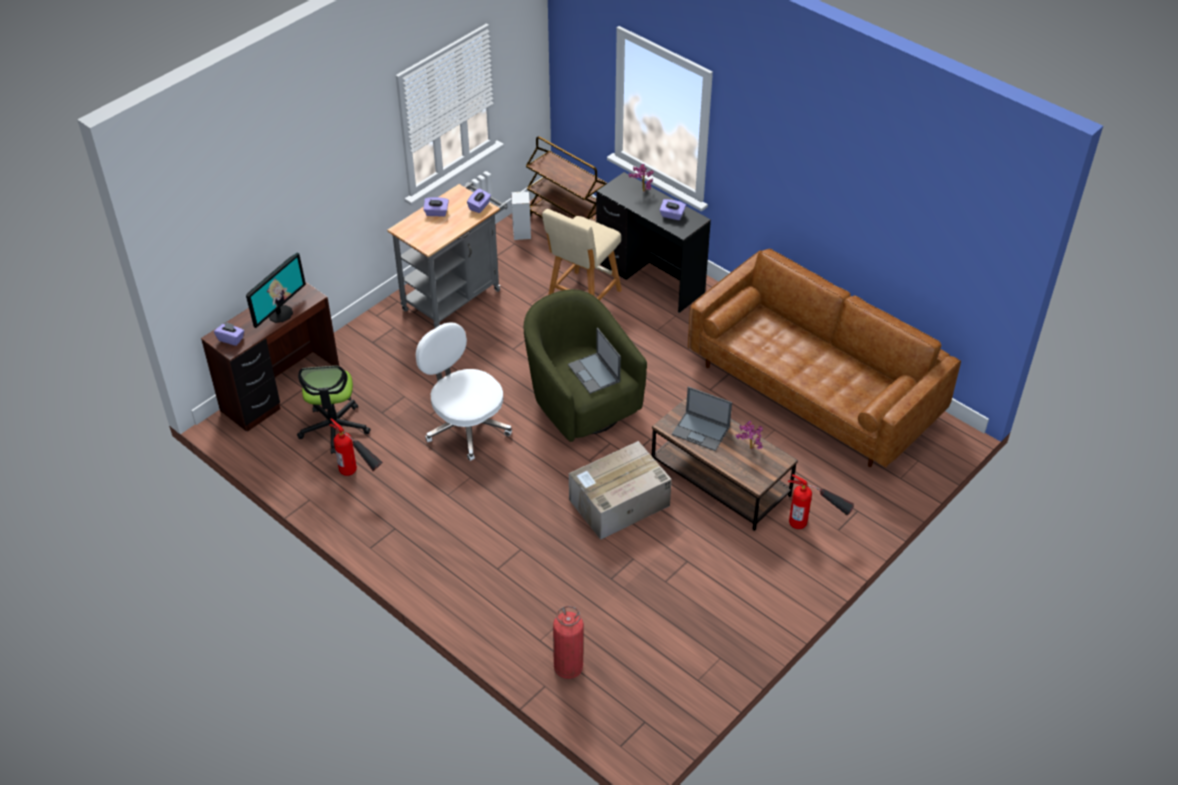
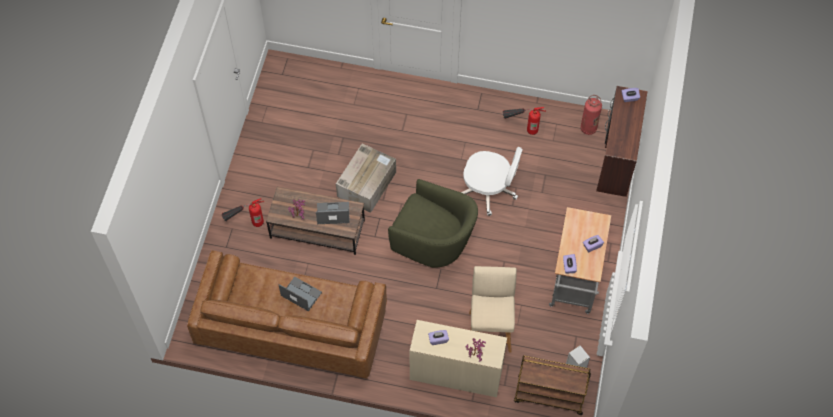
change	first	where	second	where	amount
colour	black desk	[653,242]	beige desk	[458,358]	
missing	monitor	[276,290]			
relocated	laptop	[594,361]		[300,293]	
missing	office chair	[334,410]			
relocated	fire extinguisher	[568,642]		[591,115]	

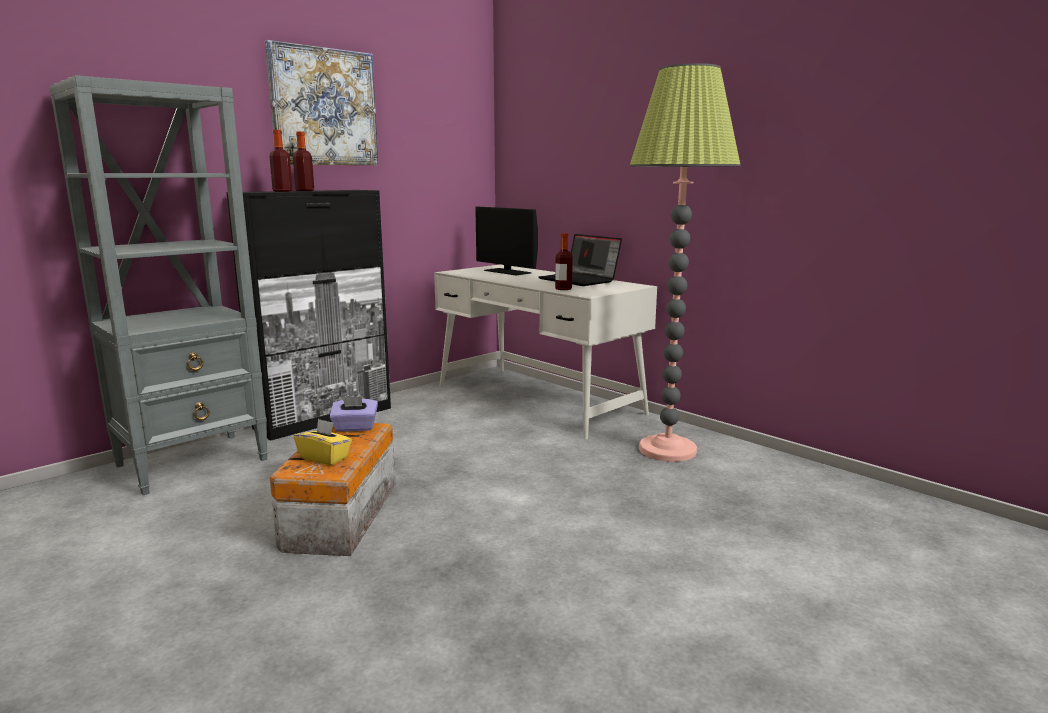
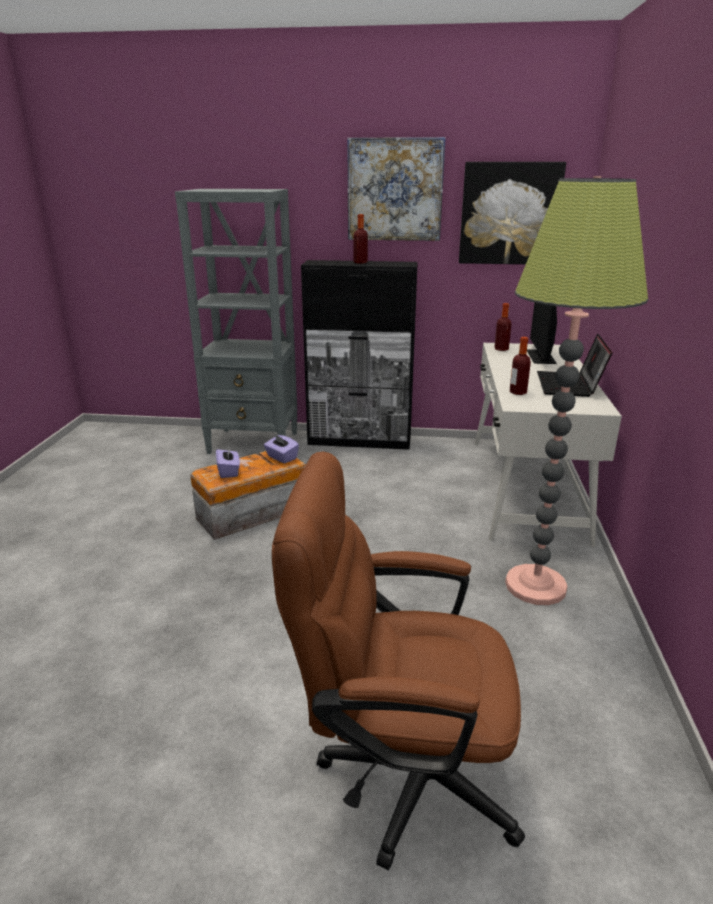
change	first	where	second	where	amount
relocated	bottle	[281,161]		[502,327]	
colour	yellow tissue box	[323,442]	purple tissue box	[228,463]	
appeared			picture	[512,213]	
appeared			brown office chair	[398,661]	

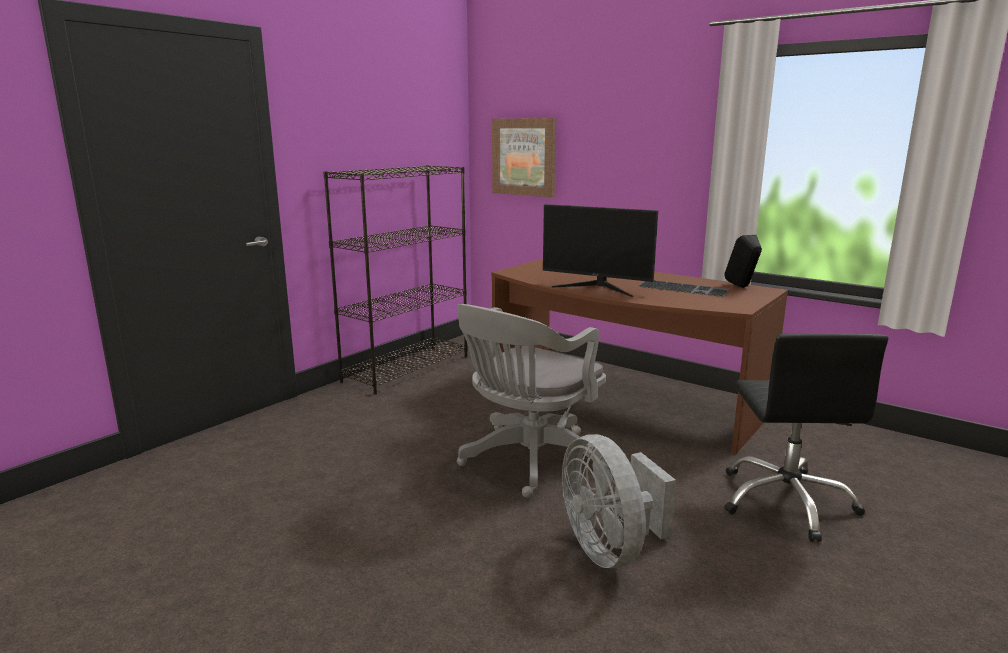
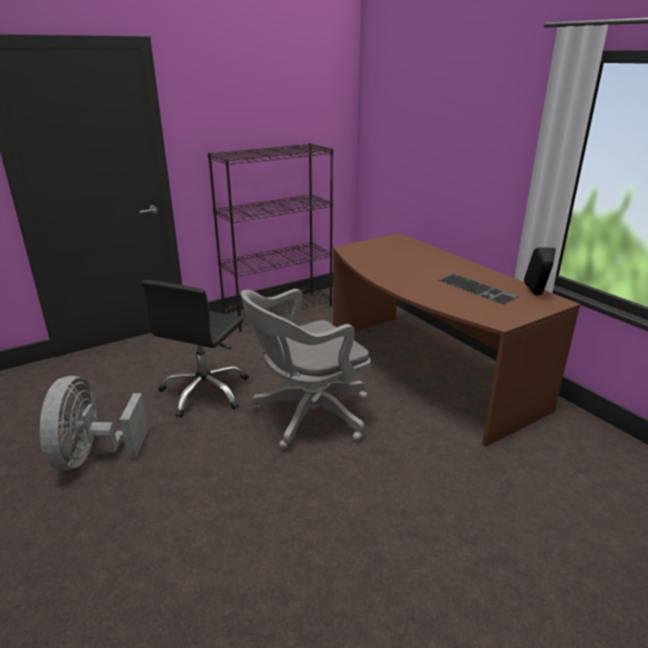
change	first	where	second	where	amount
missing	picture	[524,157]			
missing	monitor	[600,250]			
relocated	black office chair	[806,437]		[195,349]	
relocated	grey fan	[619,501]		[94,423]	

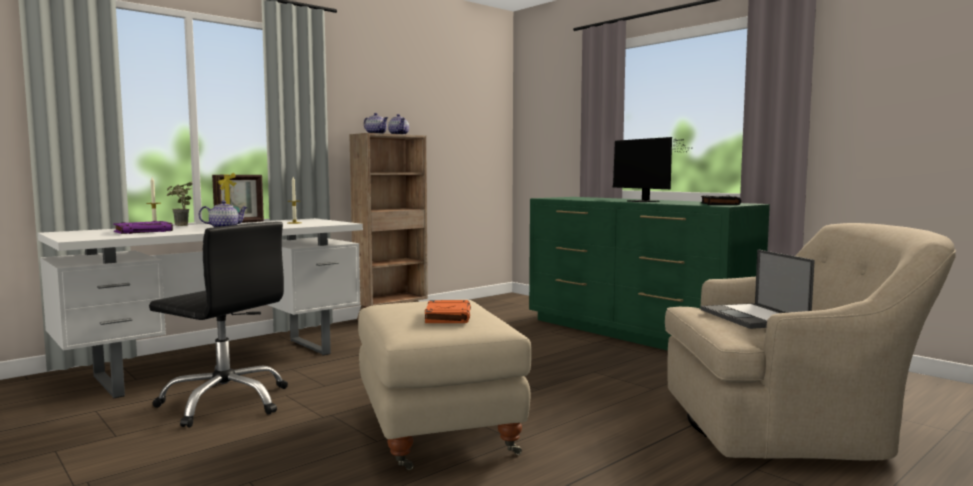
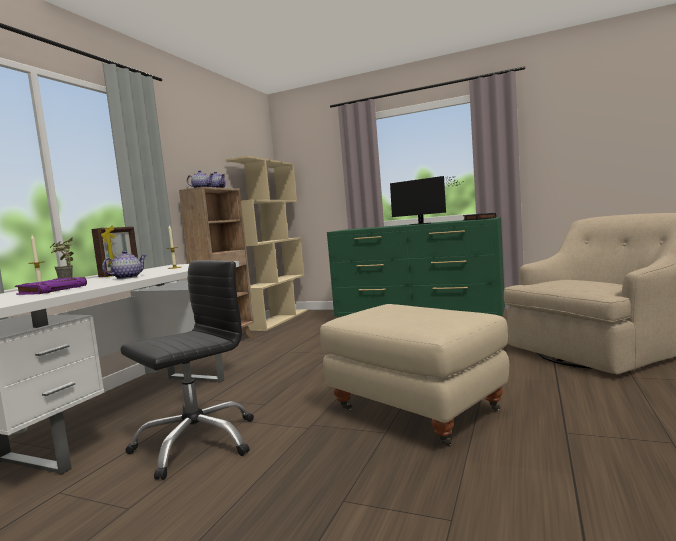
change	first	where	second	where	amount
spun	black office chair	[218,325]		[187,370]	45 degrees counterclockwise
missing	laptop	[758,289]			
missing	orange book	[448,311]			
appeared			beige bookcase	[266,243]	

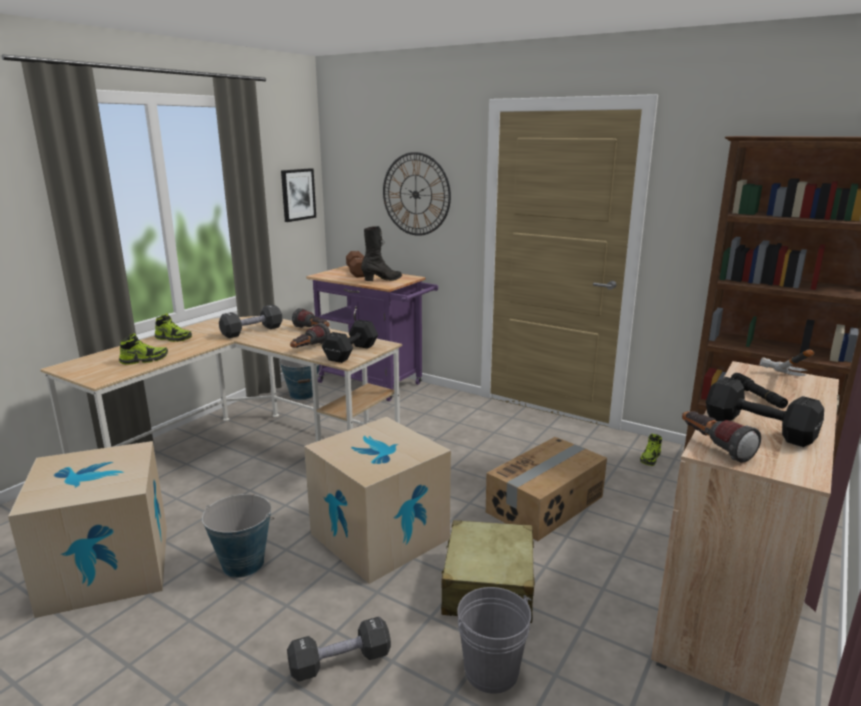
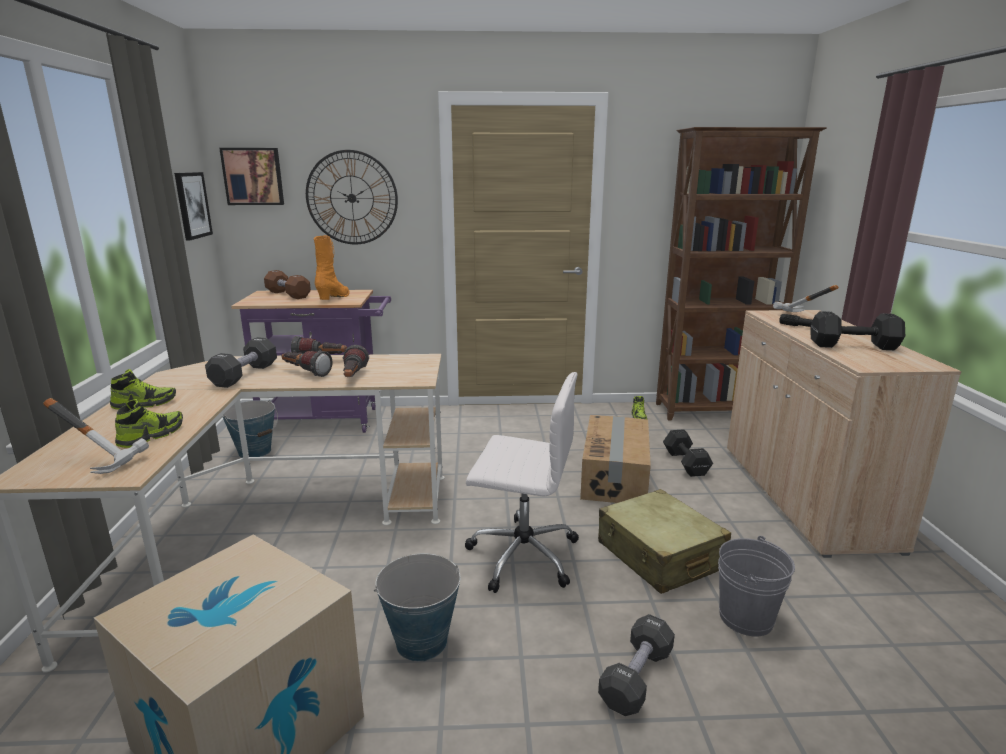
change	first	where	second	where	amount
colour	black boot	[381,253]	orange boot	[332,267]	
relocated	black dumbbell	[350,341]		[688,453]	
relocated	flashlight	[721,437]		[307,364]	
exchanged	cardboard box	[377,500]	white office chair	[522,482]	
appeared			picture	[251,176]	
appeared			hammer	[96,436]	

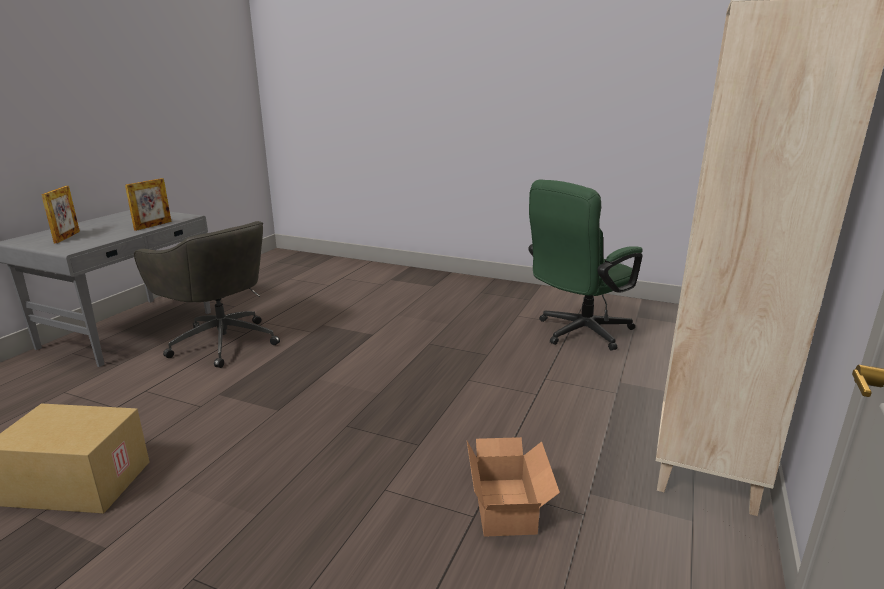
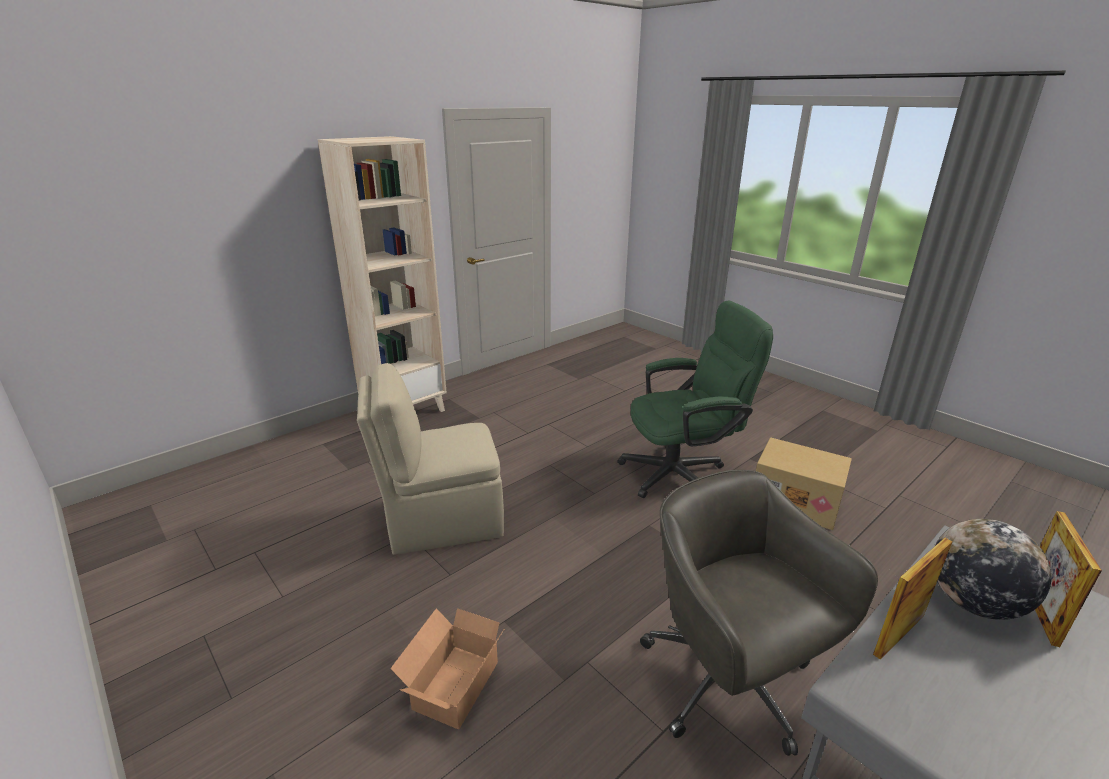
change	first	where	second	where	amount
relocated	green office chair	[585,265]		[695,399]	
relocated	cardboard box	[513,487]		[447,668]	
appeared			beige chair	[430,459]	
appeared			globe	[993,569]	

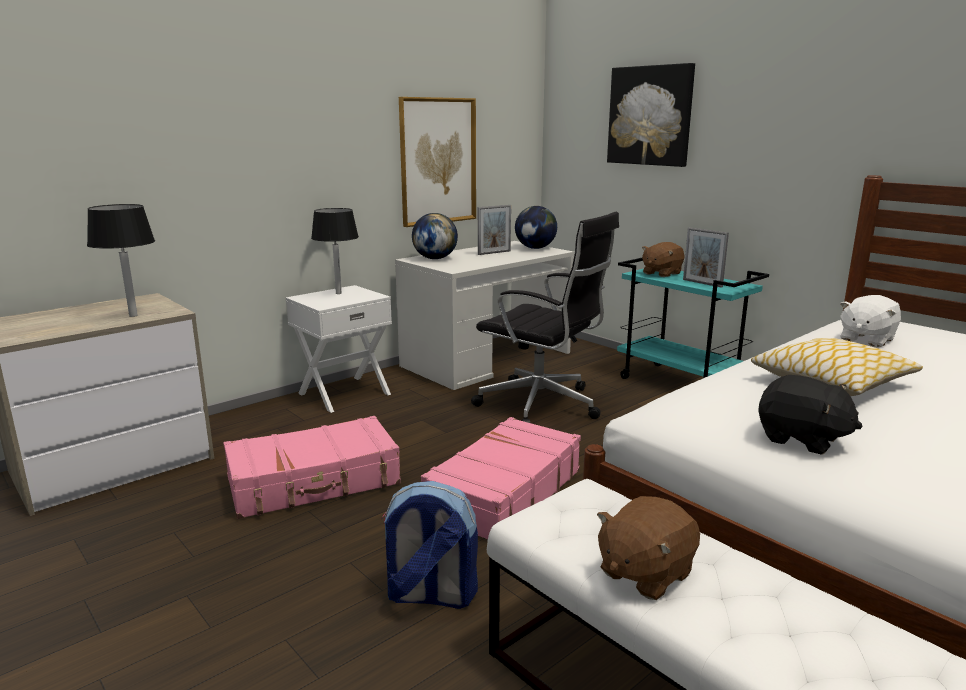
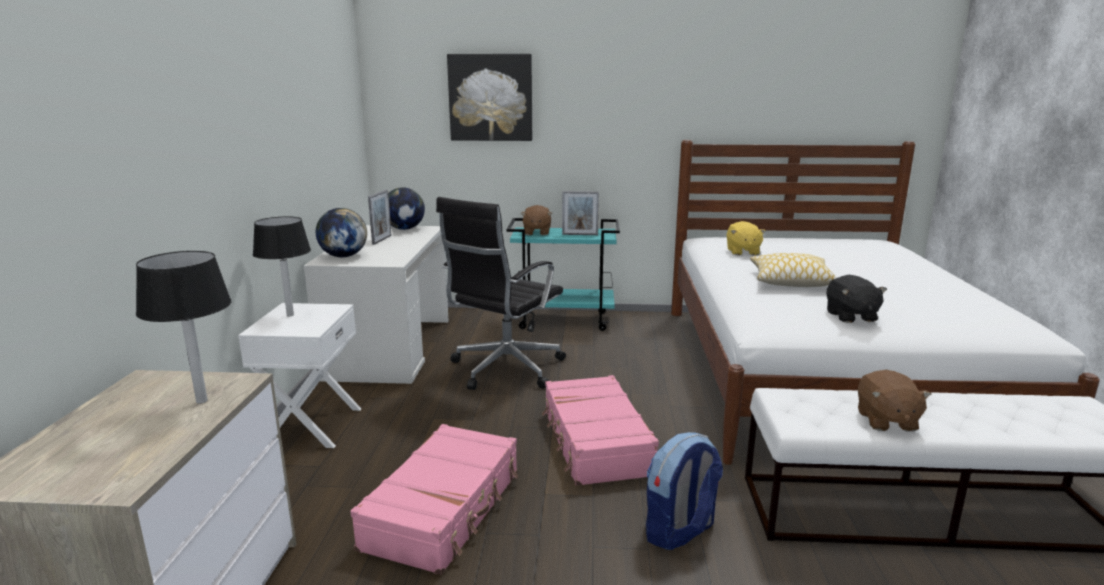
change	first	where	second	where	amount
missing	picture	[437,162]			
spun	black office chair	[545,317]		[501,293]	135 degrees clockwise
colour	white plush toy	[870,321]	yellow plush toy	[746,238]	
spun	black plush toy	[810,414]		[856,299]	90 degrees clockwise

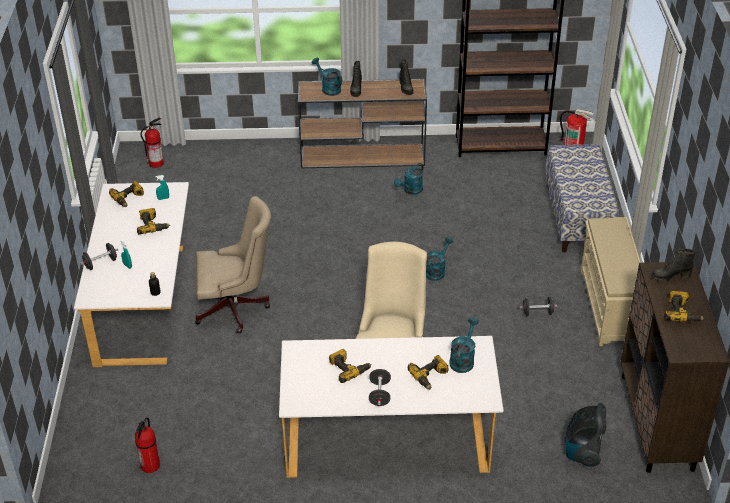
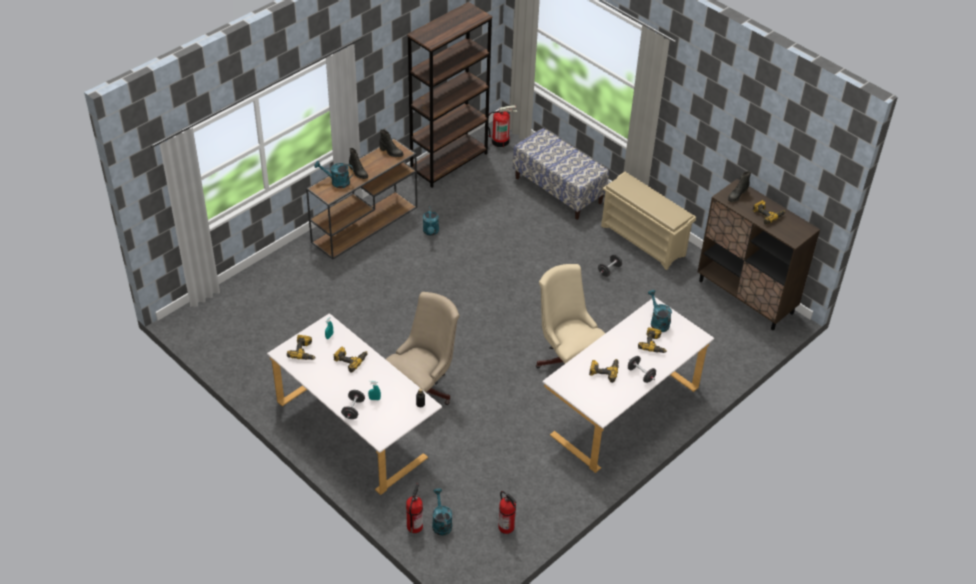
change	first	where	second	where	amount
relocated	fire extinguisher	[152,143]		[414,508]	
relocated	turquoise watering can	[439,259]		[442,512]	
missing	vacuum cleaner	[586,435]			

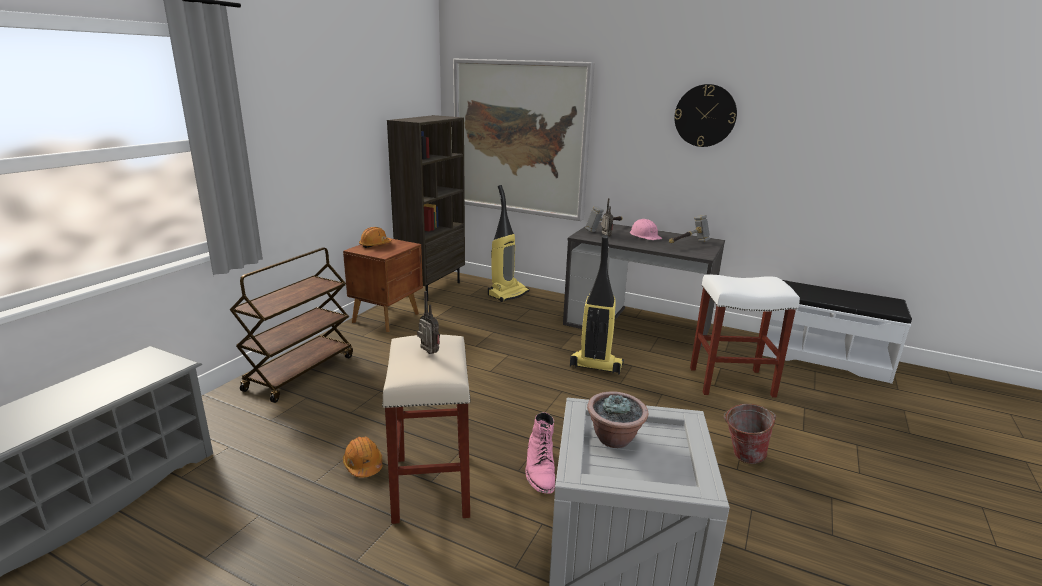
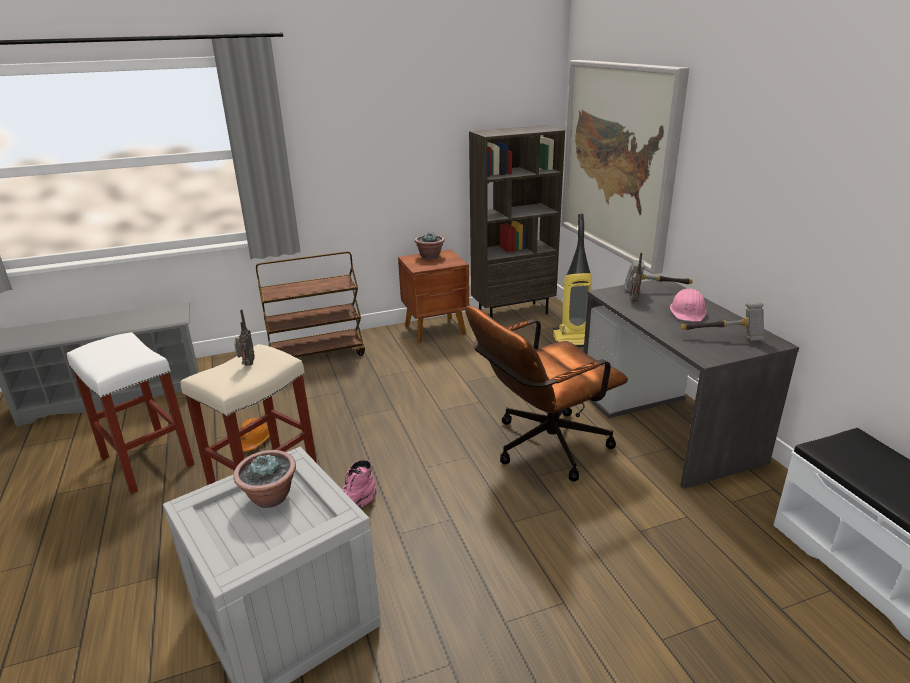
change	first	where	second	where	amount
missing	wall clock	[705,115]			
exchanged	orange hard hat	[375,237]	potted plant	[429,246]	
exchanged	vacuum cleaner	[597,304]	brown office chair	[546,393]	
relocated	white stool	[745,336]		[130,413]	
missing	bucket	[750,434]			

